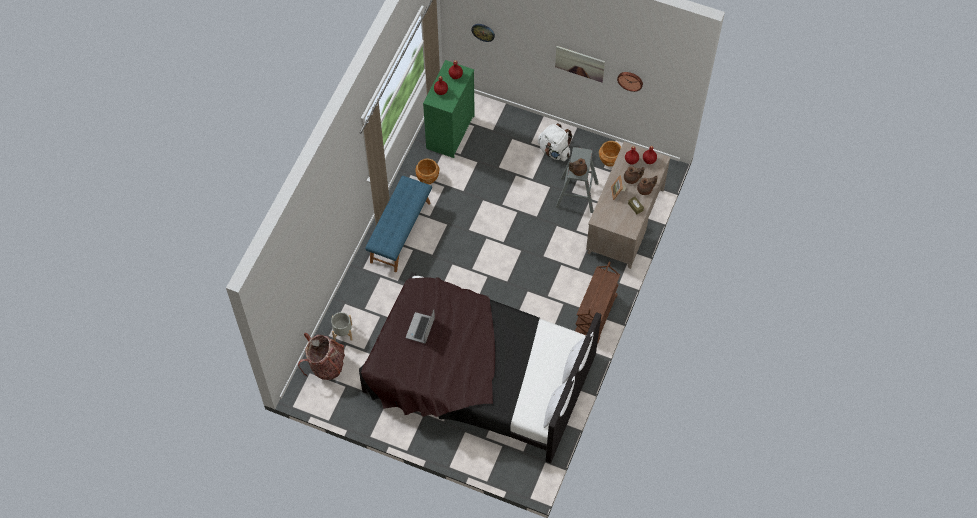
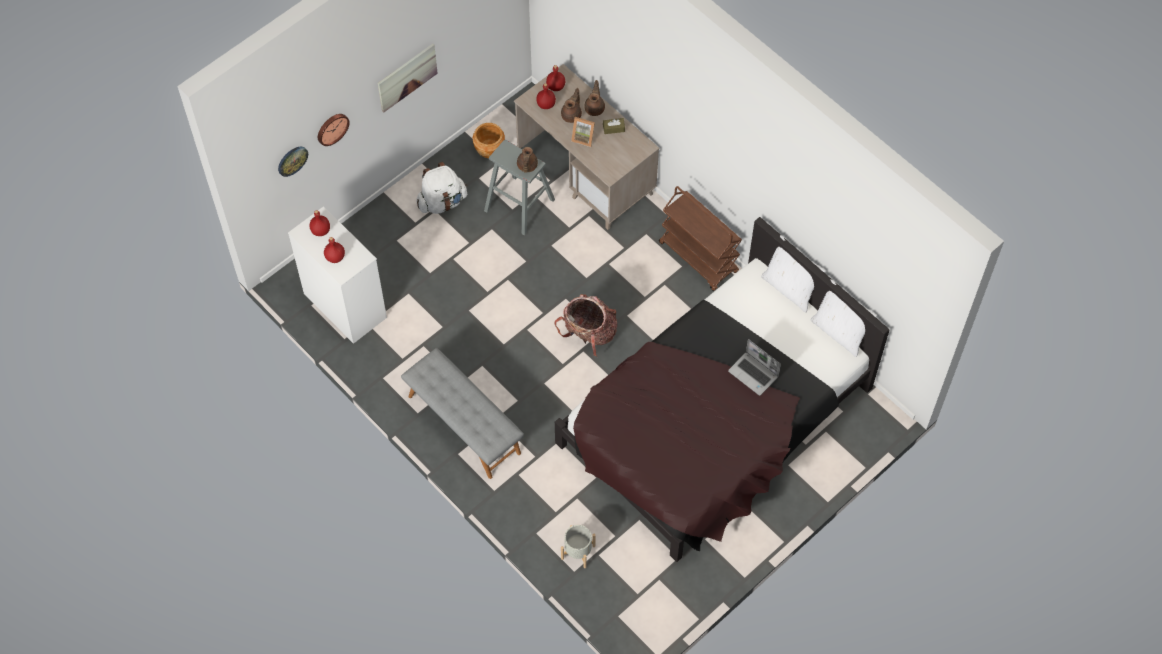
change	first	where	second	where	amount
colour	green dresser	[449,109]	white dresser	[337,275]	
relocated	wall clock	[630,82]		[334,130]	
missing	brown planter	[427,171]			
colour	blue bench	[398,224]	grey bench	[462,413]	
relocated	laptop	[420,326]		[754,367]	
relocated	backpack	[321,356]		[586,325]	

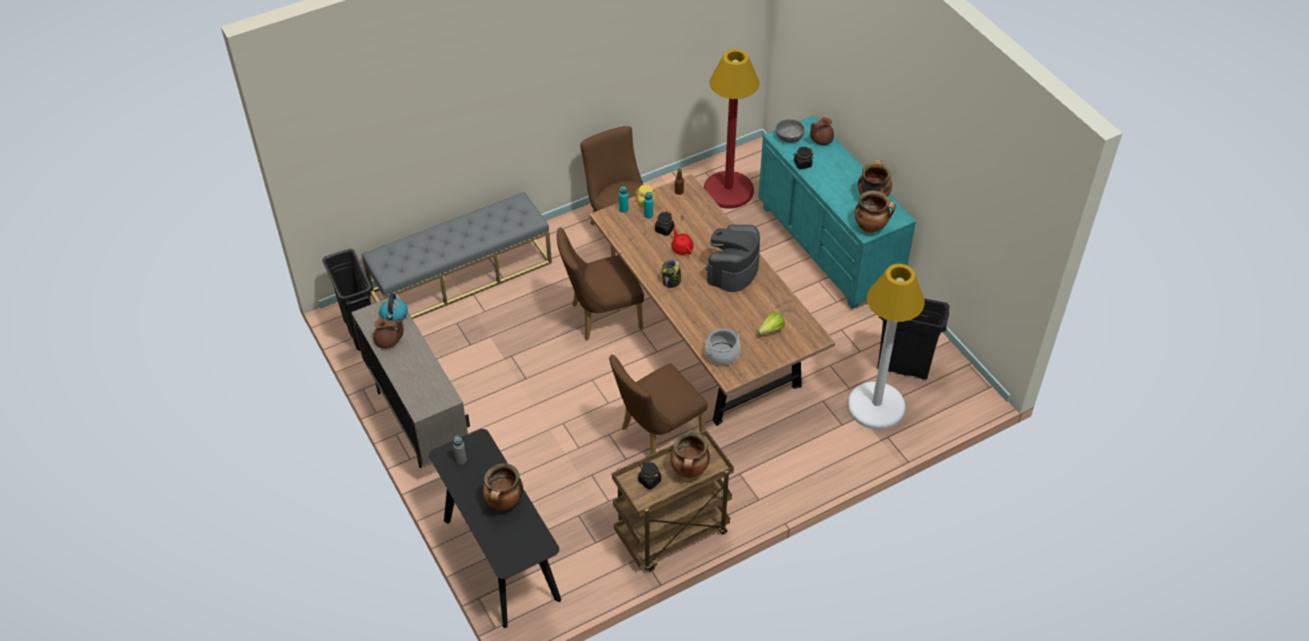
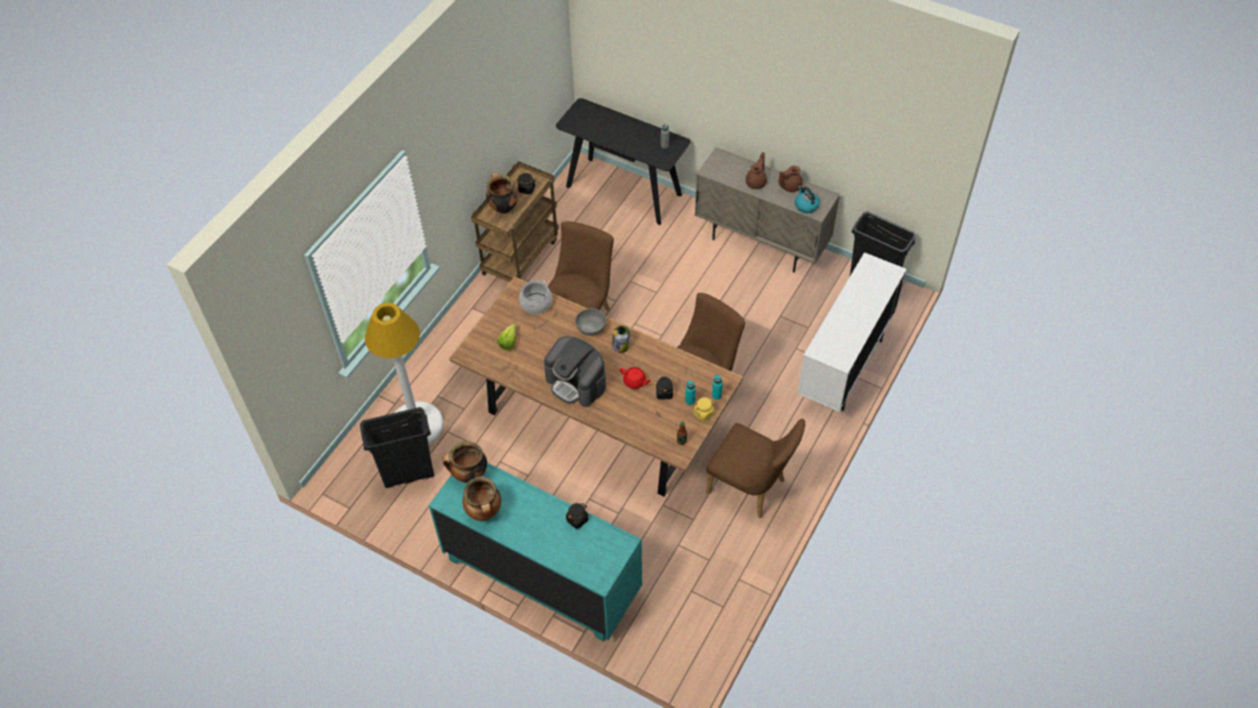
change	first	where	second	where	amount
missing	red floor lamp	[731,129]			
relocated	brown teapot	[822,131]		[756,170]	
relocated	grey bowl	[790,131]		[590,322]	
exchanged	grey bench	[457,255]	white cabinet	[852,332]	
spun	coffee machine	[733,258]		[575,371]	135 degrees clockwise
missing	cooking pot	[502,486]			

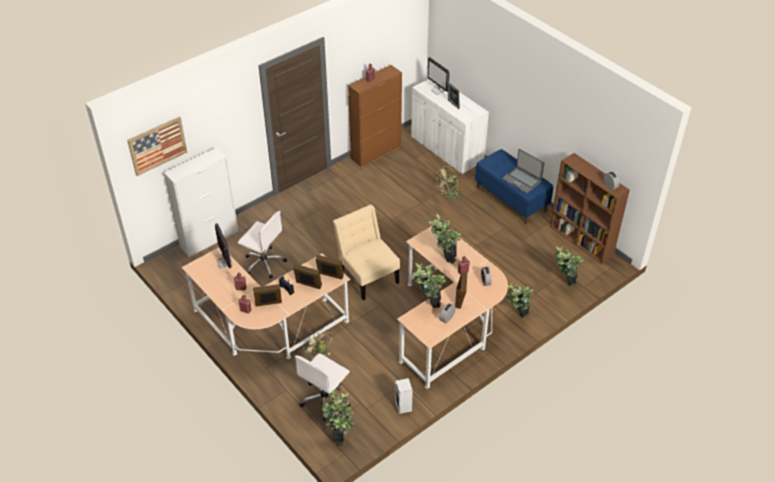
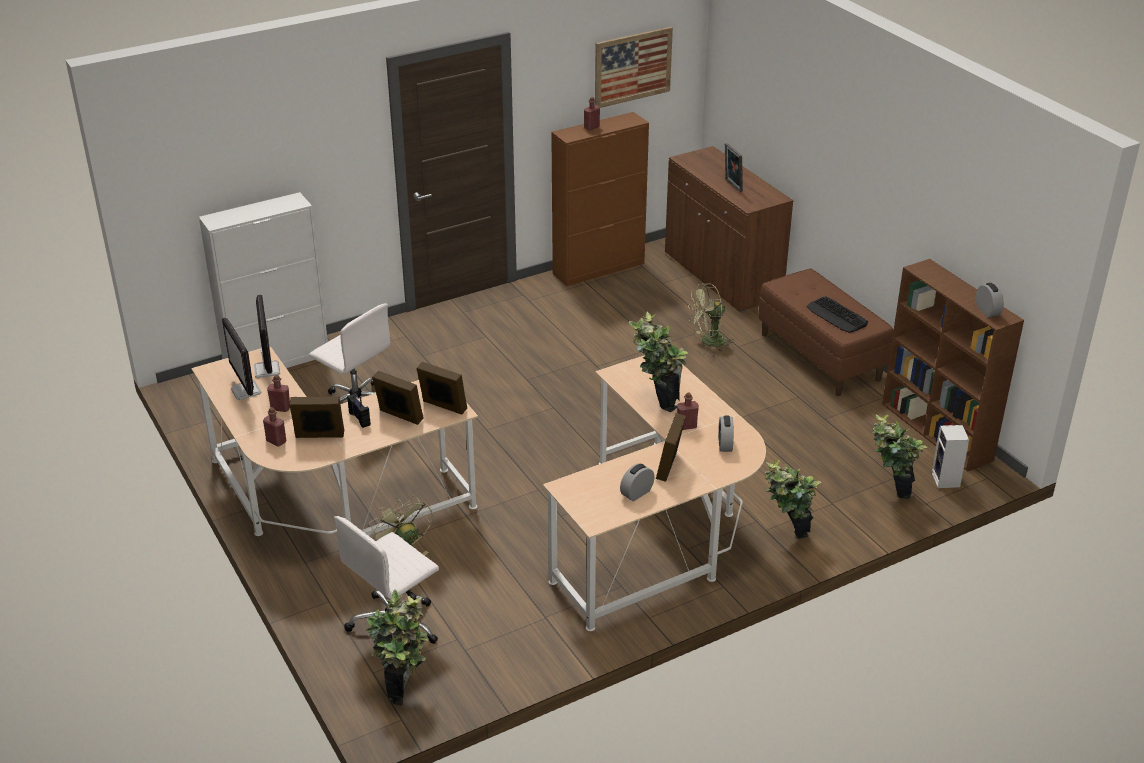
change	first	where	second	where	amount
relocated	monitor	[438,76]		[241,358]	
colour	white cabinet	[450,126]	brown cabinet	[729,229]	
relocated	picture	[157,146]		[634,67]	
colour	blue bench	[514,186]	brown bench	[825,332]	
exchanged	laptop	[523,171]	keyboard	[837,314]	
missing	beige chair	[366,252]			
missing	potted plant	[429,285]			
relocated	speaker	[404,396]		[950,456]	

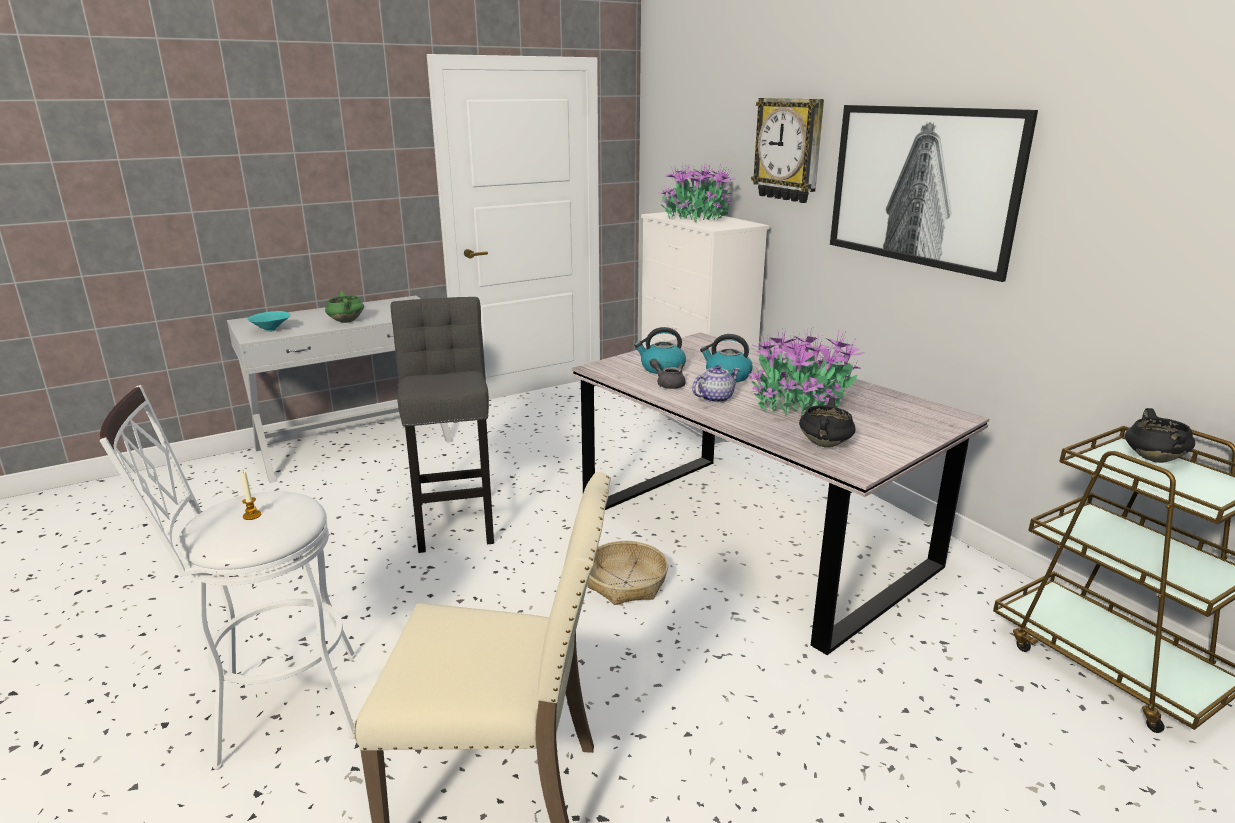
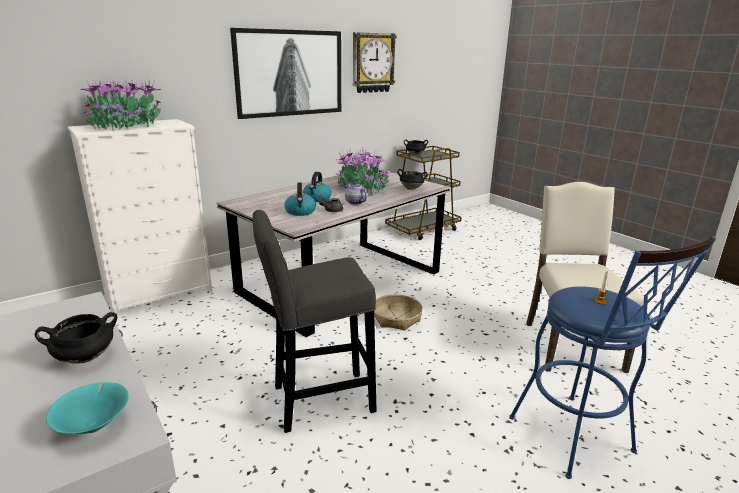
change	first	where	second	where	amount
relocated	wall clock	[787,150]		[375,62]	
colour	green cooking pot	[344,307]	black cooking pot	[76,337]	
colour	white stool	[228,577]	blue stool	[613,357]	

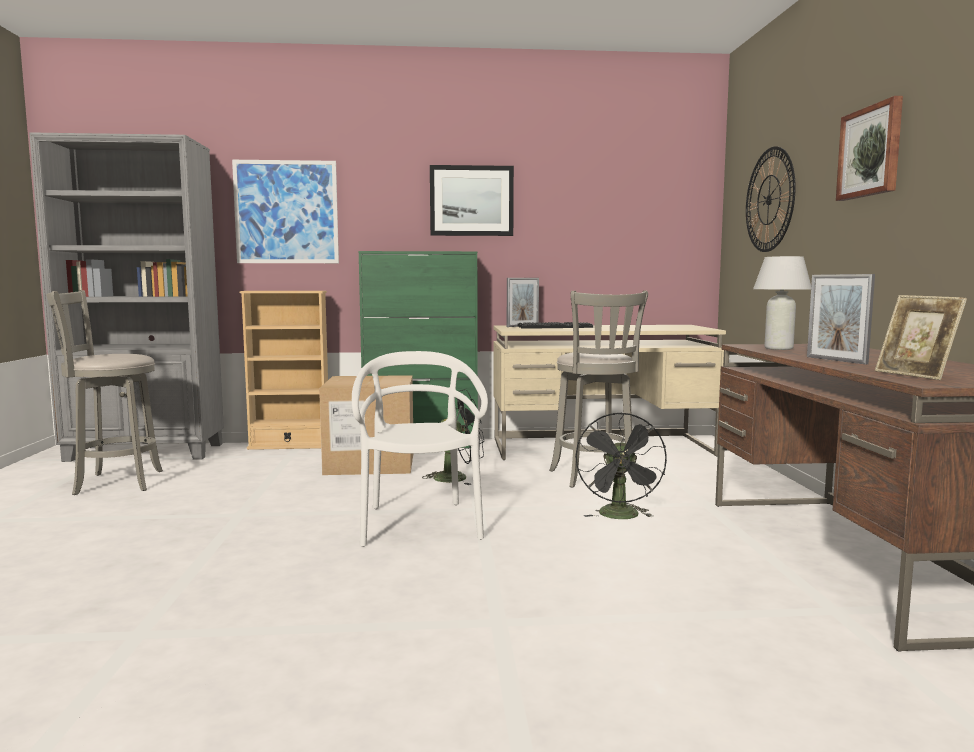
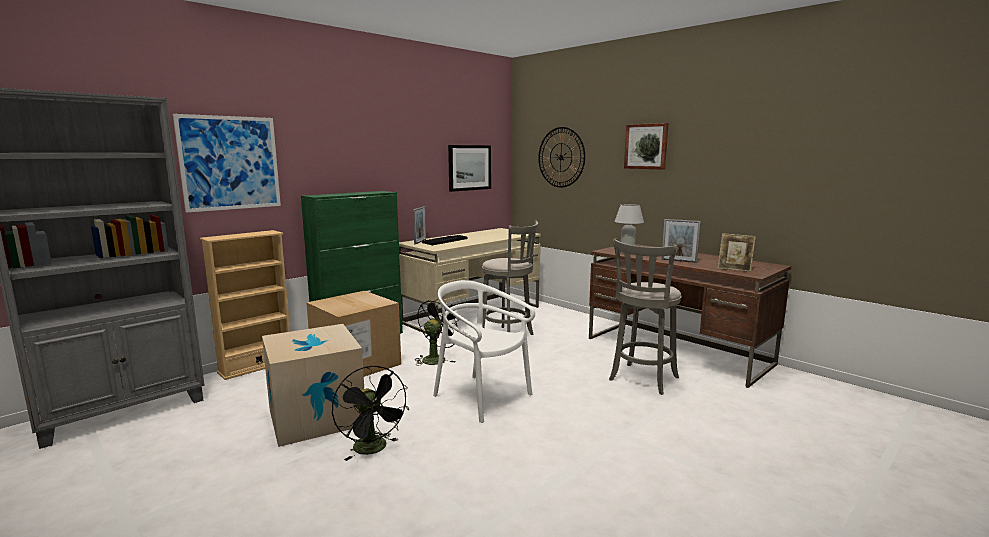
change	first	where	second	where	amount
relocated	picture	[472,200]		[469,168]	
relocated	grey stool	[104,392]		[645,316]	
relocated	black fan	[621,465]		[370,413]	
appeared			cardboard box	[313,385]	

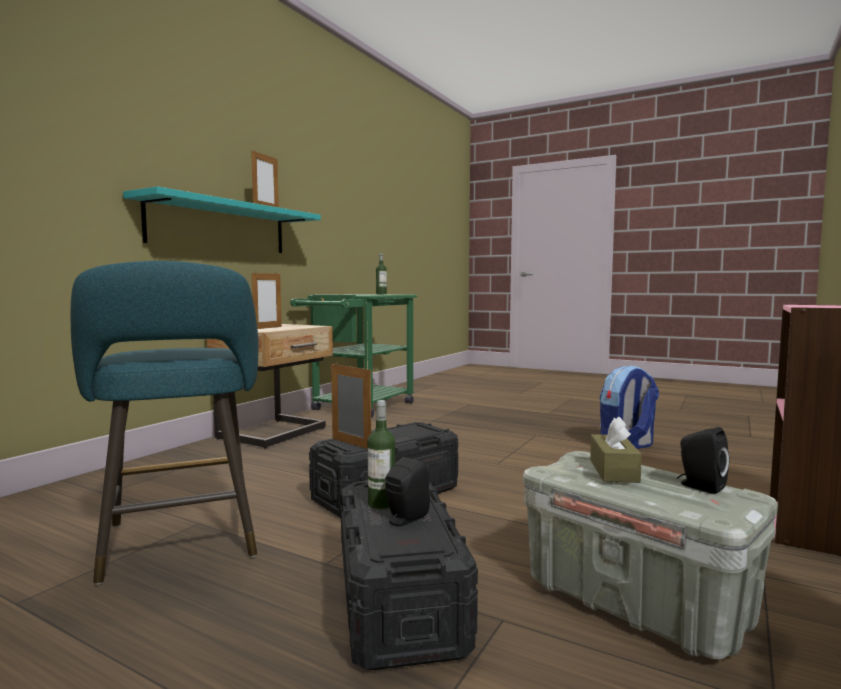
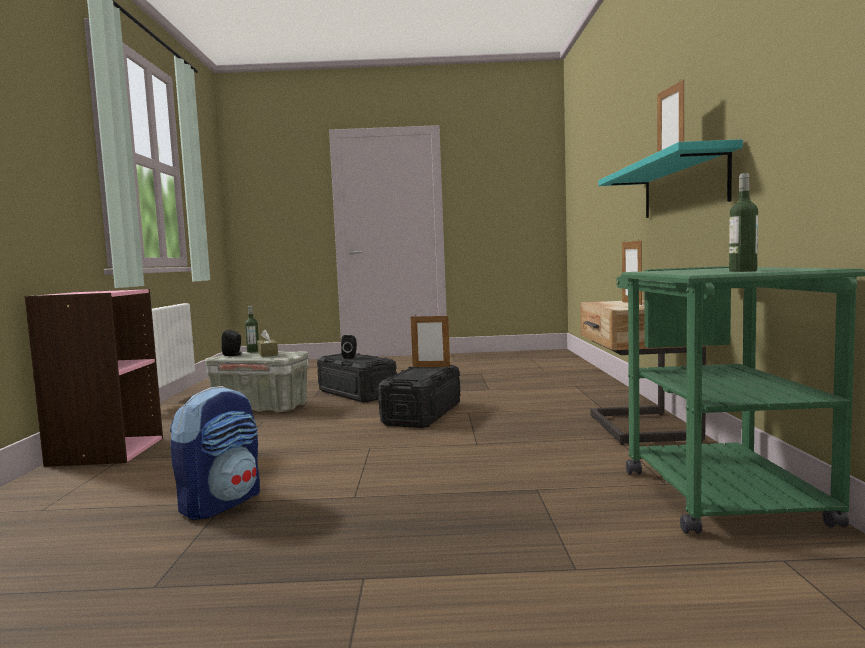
change	first	where	second	where	amount
missing	turquoise stool	[164,423]			
relocated	bottle	[381,454]		[252,329]	

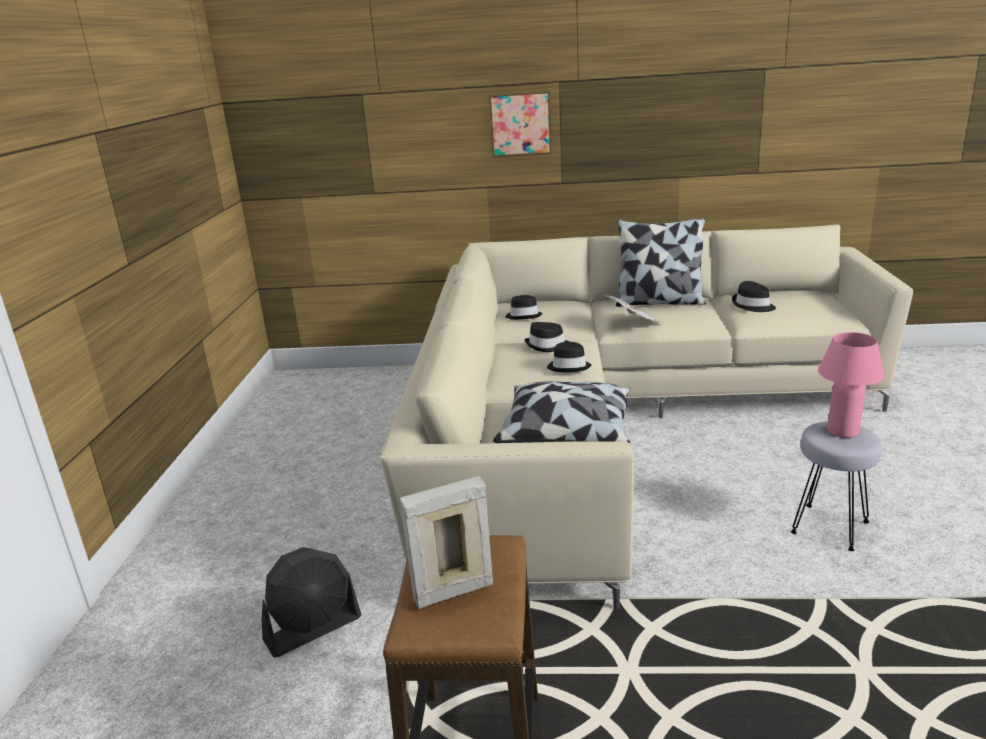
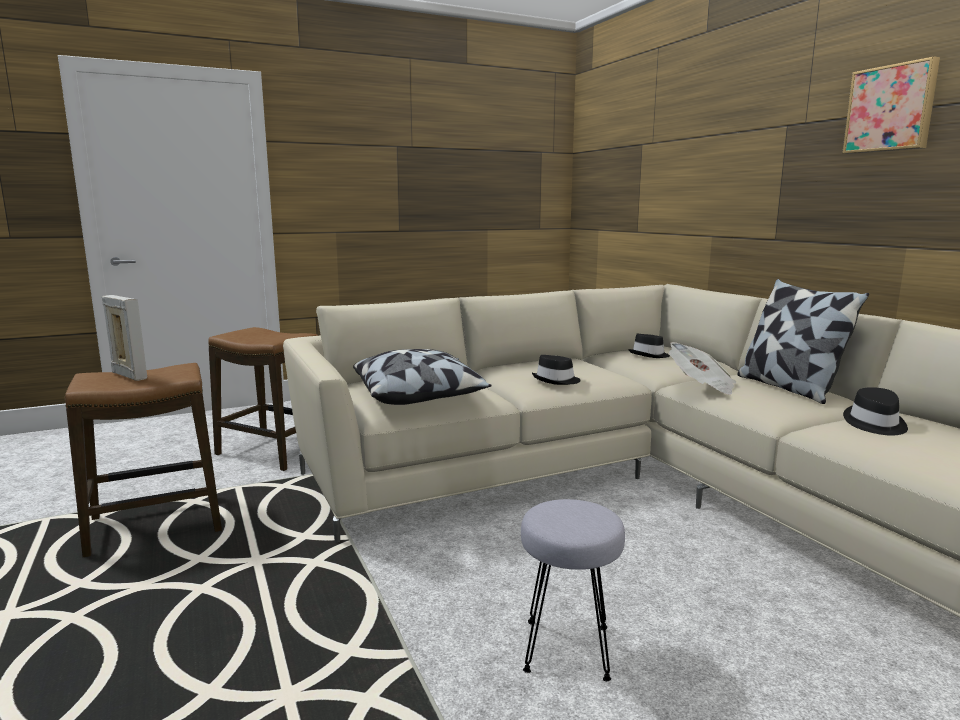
change	first	where	second	where	amount
relocated	picture	[520,124]		[891,105]	
missing	black hat	[547,337]			
missing	pink table lamp	[851,385]			
exchanged	black fan	[312,602]	stool	[263,399]	

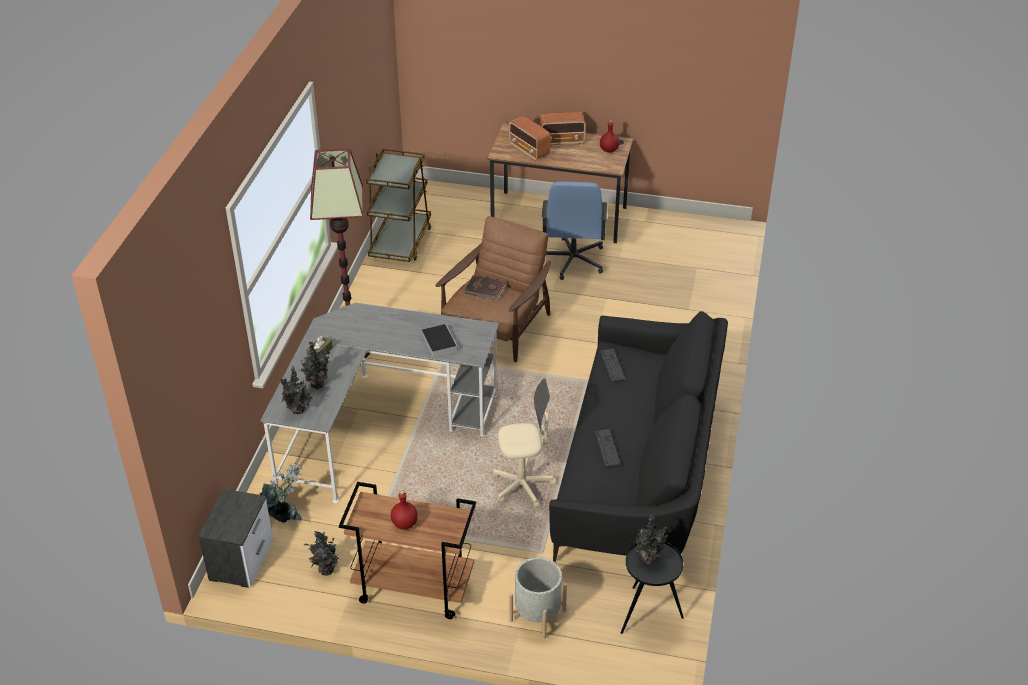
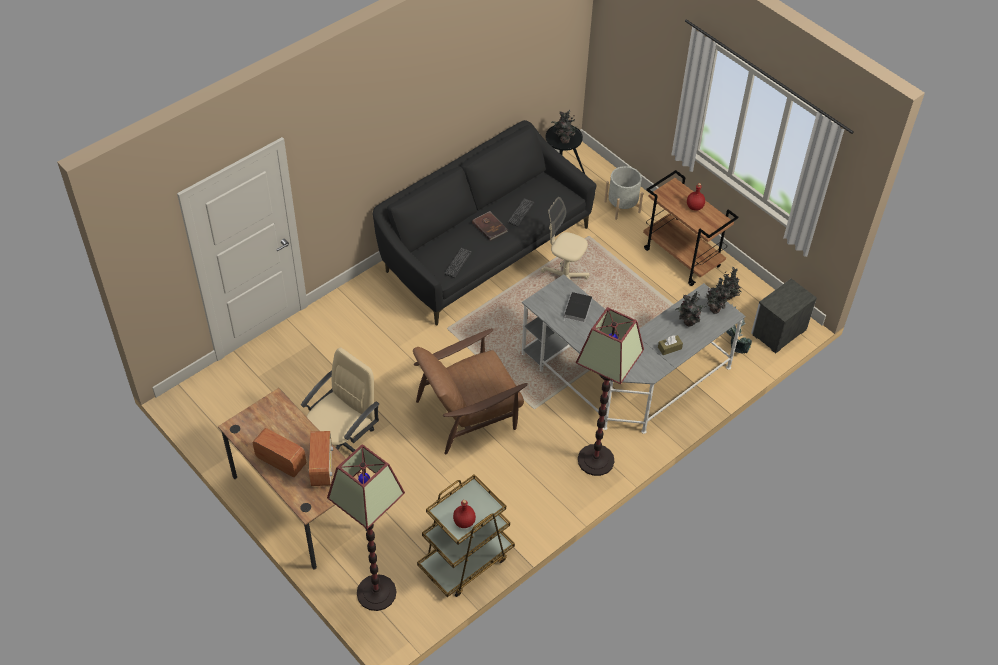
change	first	where	second	where	amount
relocated	red bottle	[610,136]		[464,514]	
colour	blue office chair	[574,231]	beige office chair	[340,399]	
relocated	brown book	[485,287]		[490,226]	
appeared			floor lamp	[366,527]	

